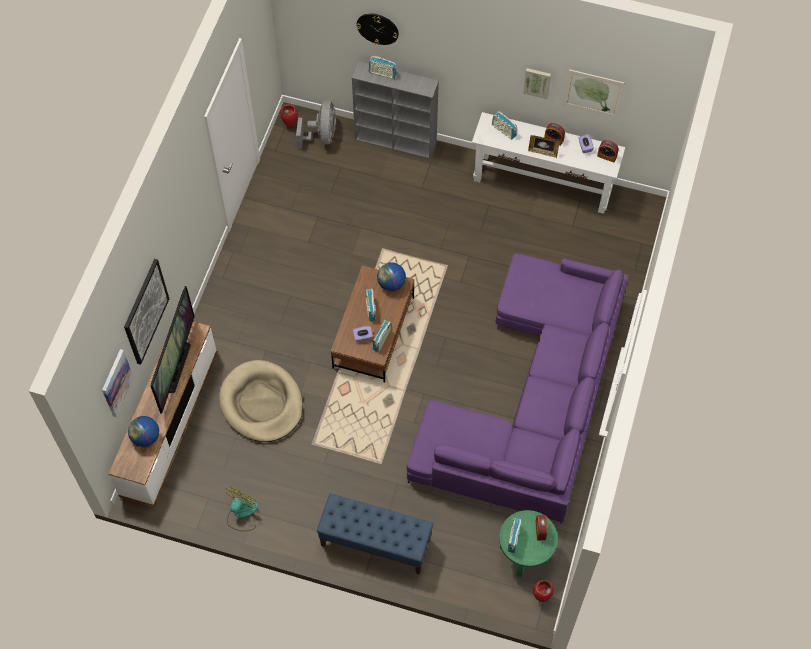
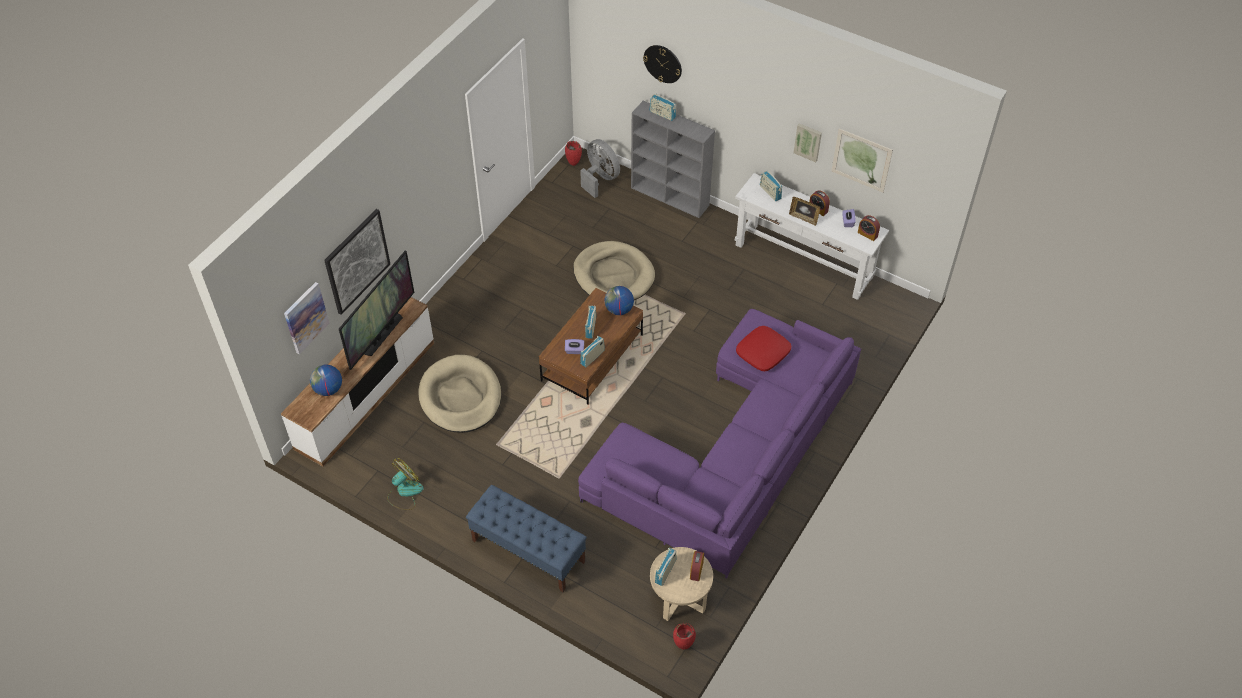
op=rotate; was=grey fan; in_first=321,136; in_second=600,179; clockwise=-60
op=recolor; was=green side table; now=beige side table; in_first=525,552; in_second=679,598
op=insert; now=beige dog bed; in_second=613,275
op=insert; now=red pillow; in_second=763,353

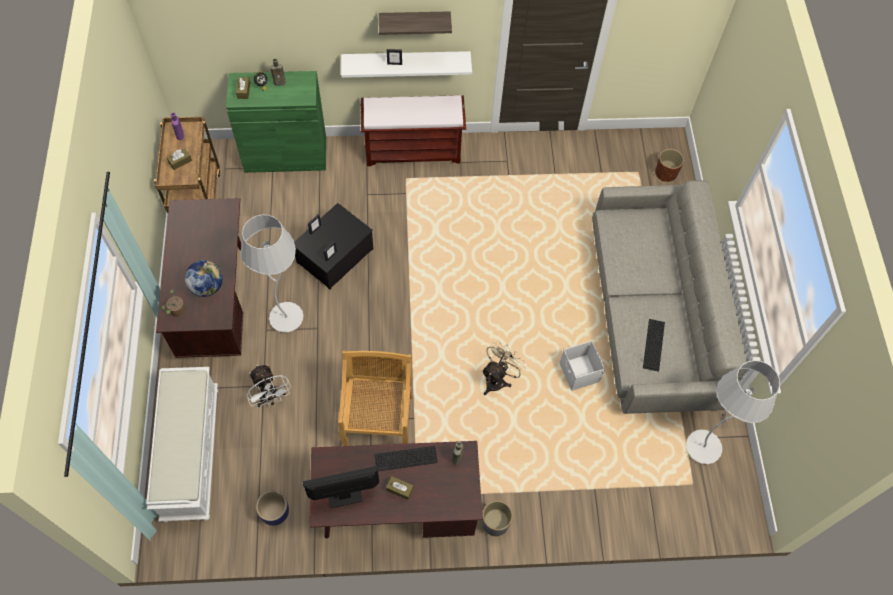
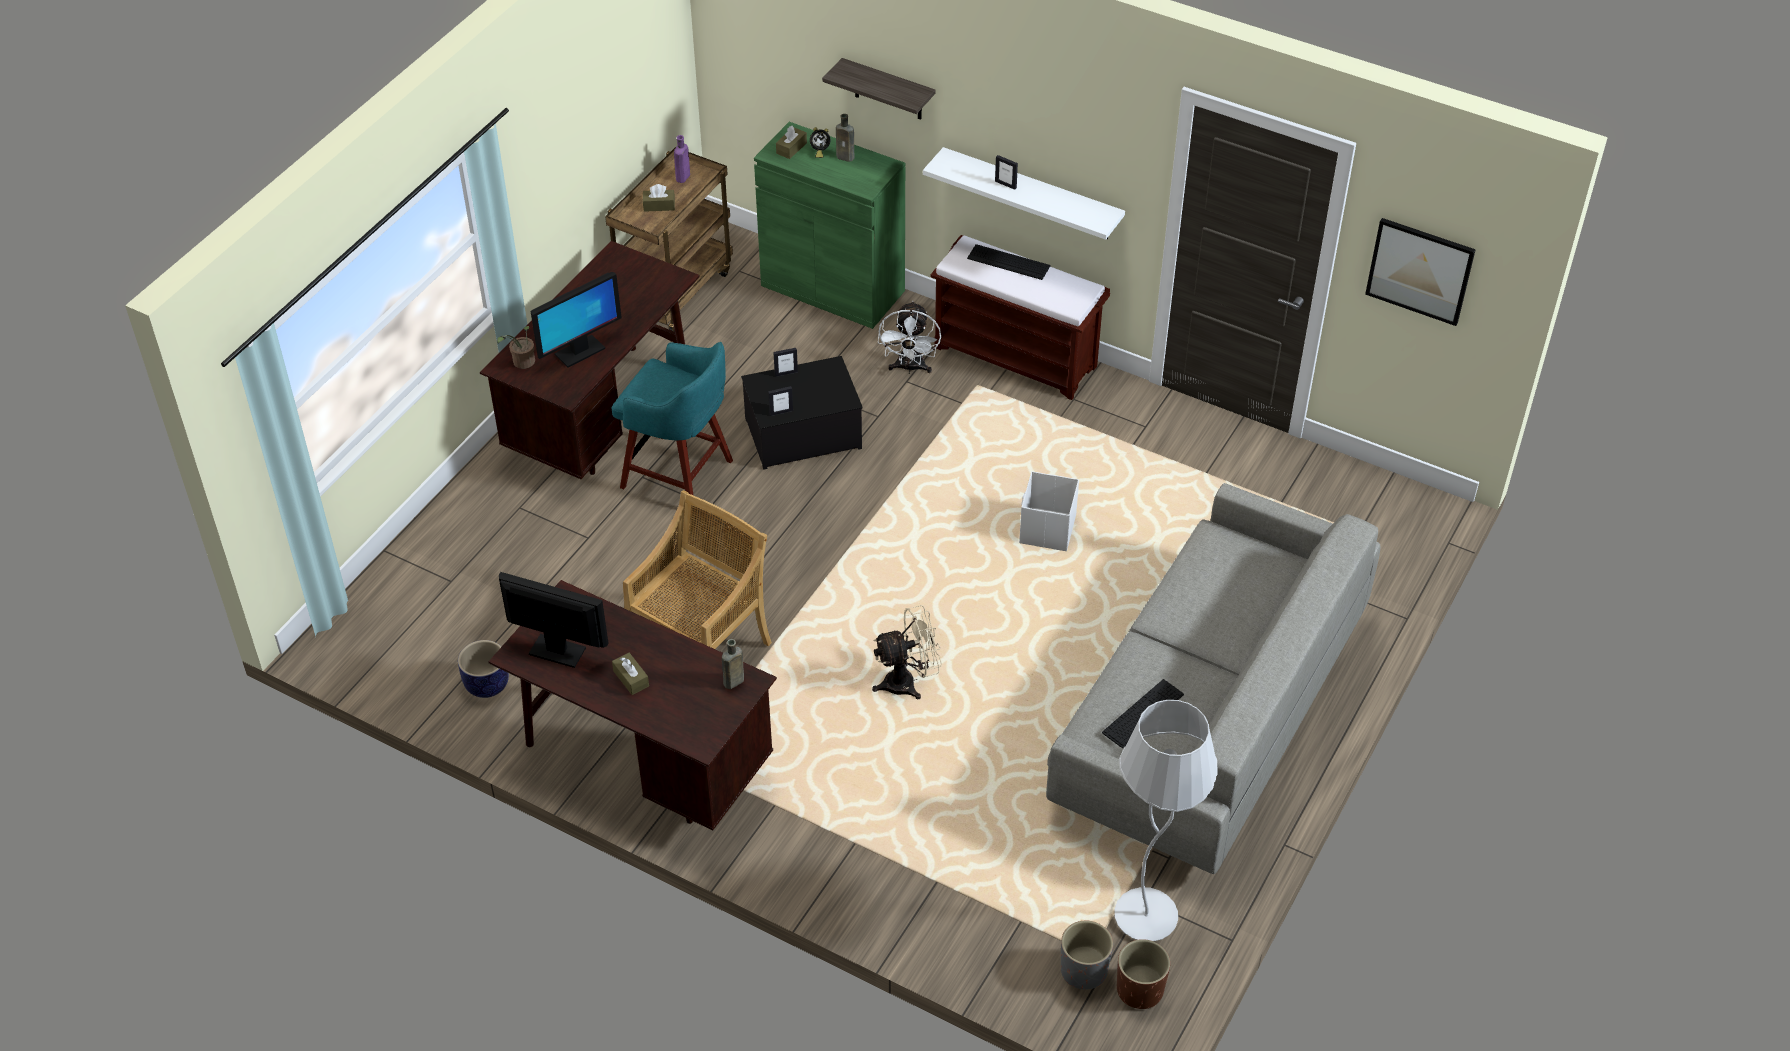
op=delete; was=white bench; in_first=190,452
op=replace; was=globe; now=monitor; in_first=207,286; in_second=579,352
op=replace; was=white floor lamp; now=turquoise stool; in_first=286,318; in_second=680,475
op=move; was=white fan; in_first=271,398; in_second=910,368
op=move; was=keyboard; in_first=406,458; in_second=1008,262
op=move; was=shelf; in_first=414,22; in_second=888,90
op=move; was=grey planter; in_first=495,523; in_second=1083,971
op=move; was=white storage box; in_first=579,373; in_second=1047,530
op=move; was=brown planter; in_first=666,173; in_second=1140,990
op=insert; now=picture; in_second=1420,270

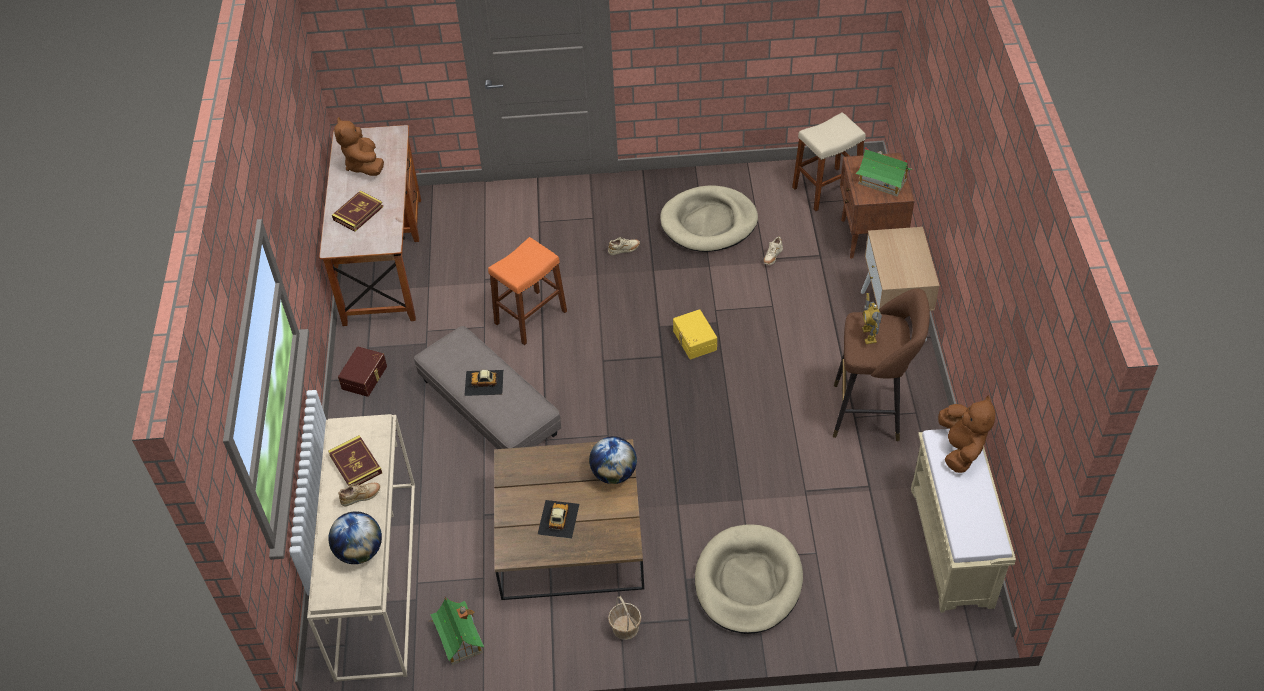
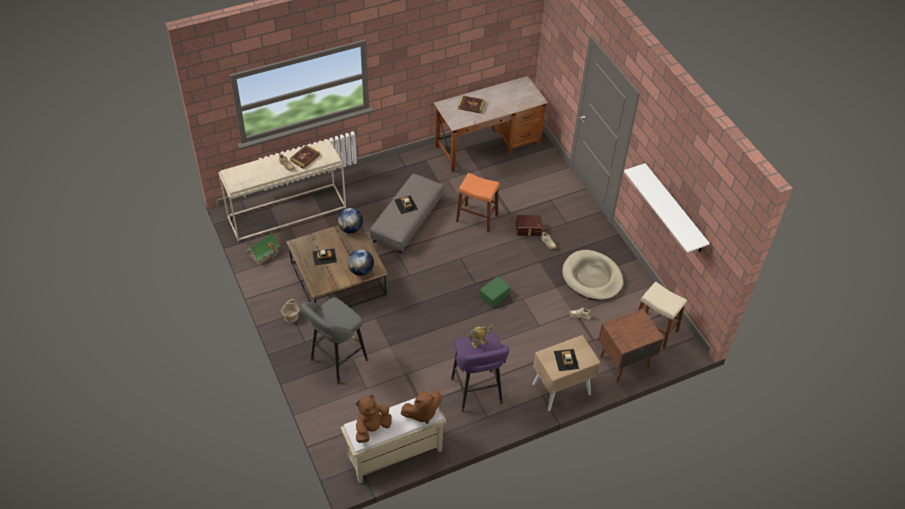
op=move; was=globe; in_first=359,551; in_second=350,229
op=move; was=brown plush toy; in_first=364,165; in_second=372,428
op=move; was=brown storage box; in_first=365,377; in_second=528,229
op=recolor; was=yellow storage box; now=green storage box; in_first=694,340; in_second=494,295
op=replace; was=beige dog bed; now=grey stool; in_first=748,582; in_second=336,362
op=recolor; was=brown stool; now=purple stool; in_first=871,413; in_second=477,394
op=delete; was=toy house; in_first=882,181
op=insert; now=toy car; in_second=566,360
op=insert; now=white shelf; in_second=674,209

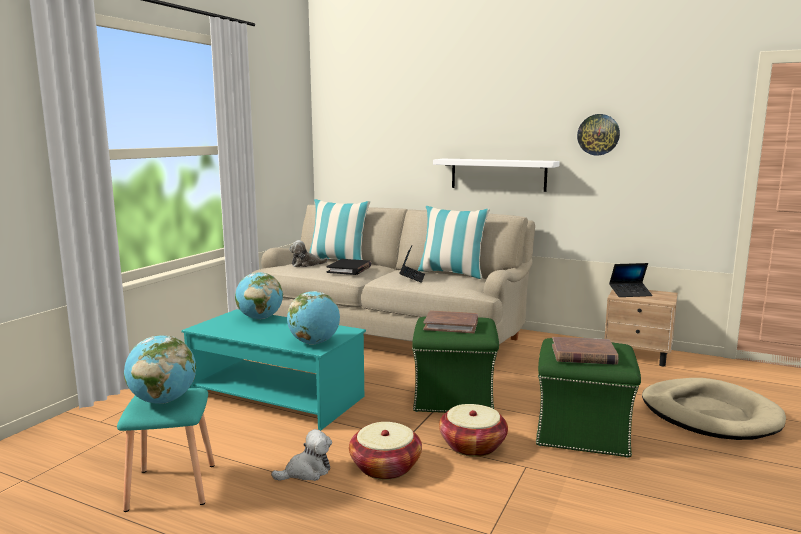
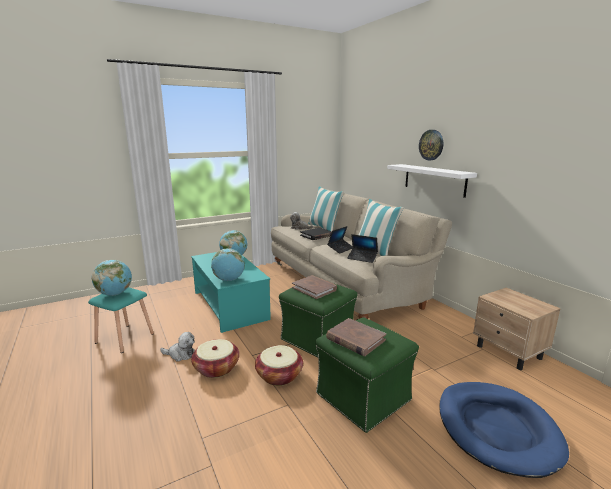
op=move; was=wall clock; in_first=598,134; in_second=431,145
op=move; was=laptop; in_first=630,293; in_second=362,258
op=recolor; was=beige dog bed; now=blue dog bed; in_first=709,414; in_second=496,429

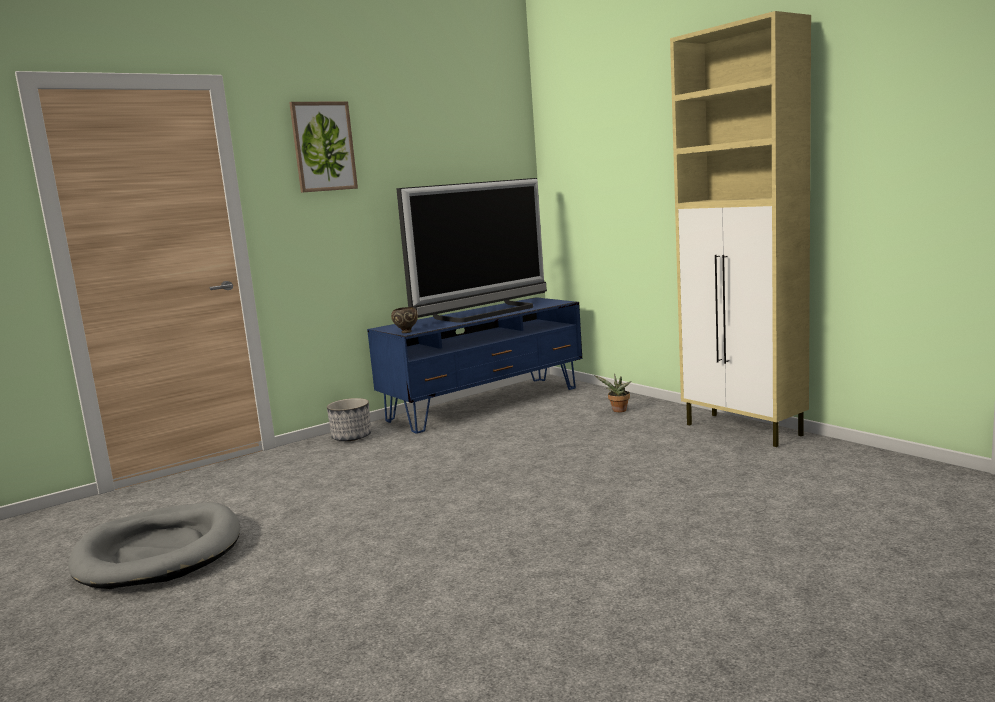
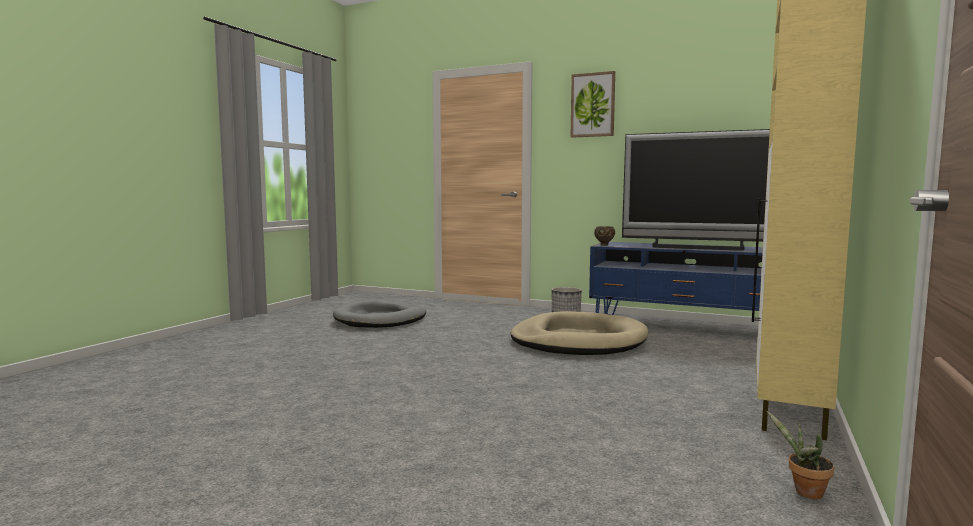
op=move; was=potted plant; in_first=618,411; in_second=804,492
op=insert; now=beige dog bed; in_second=578,341

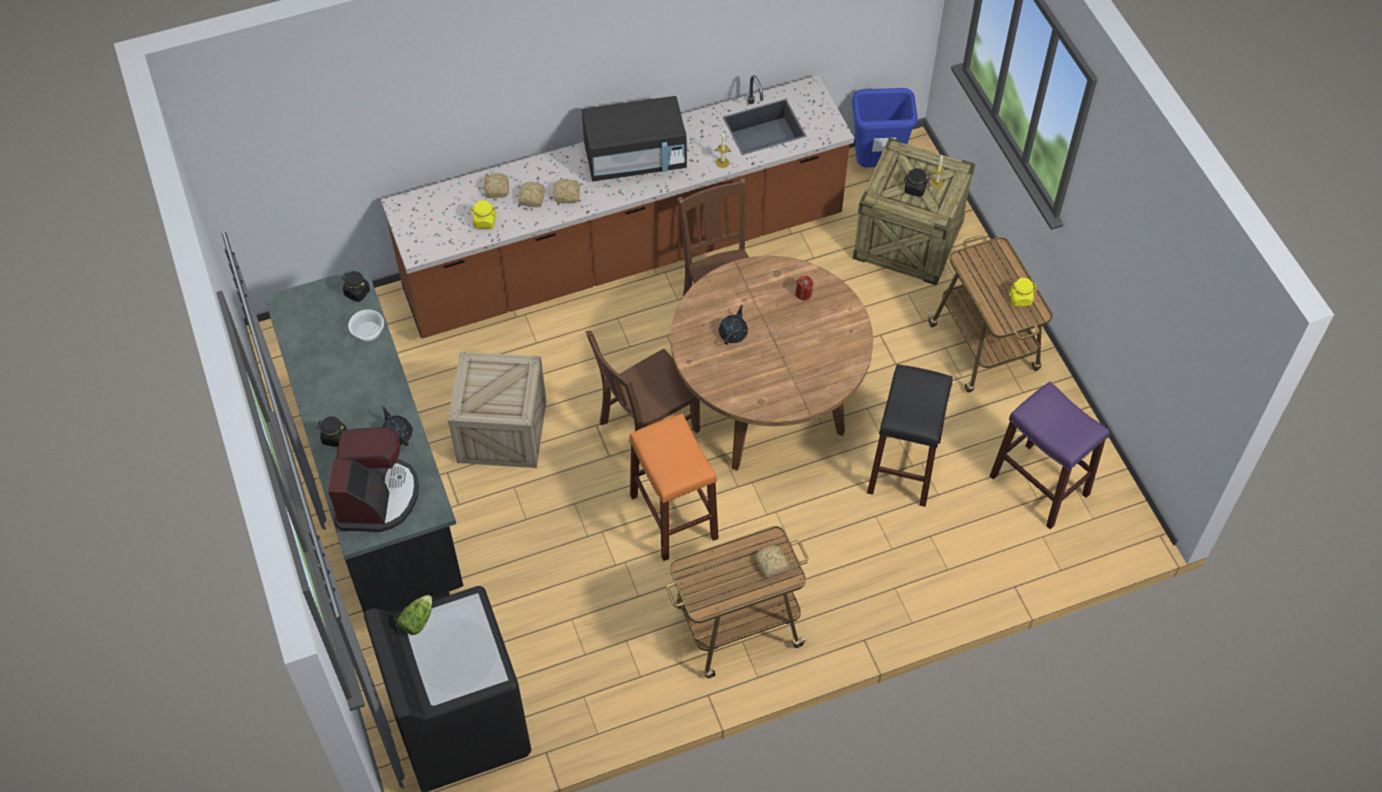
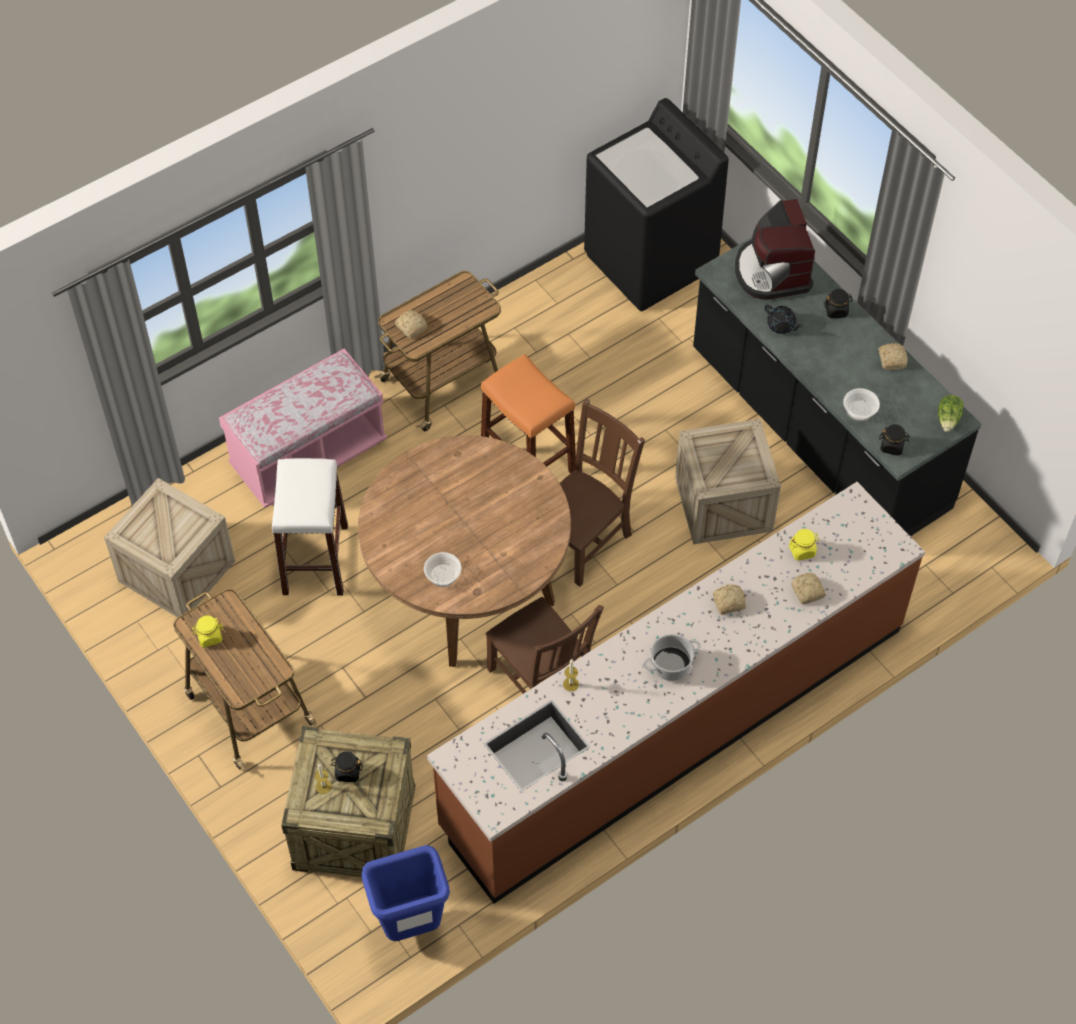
op=move; was=lettuce; in_first=417,620; in_second=948,419
op=move; was=bread; in_first=531,199; in_second=892,359
op=replace; was=black microwave; now=cooking pot; in_first=635,159; in_second=670,665
op=delete; was=black teapot; in_first=733,333
op=replace; was=red candle; now=bowl; in_first=803,293; in_second=442,575
op=recolor; was=black stool; now=white stool; in_first=904,466; in_second=315,559
op=replace; was=purple stool; now=crate; in_first=1039,485; in_second=177,571
op=insert; now=pink bench; in_second=308,455

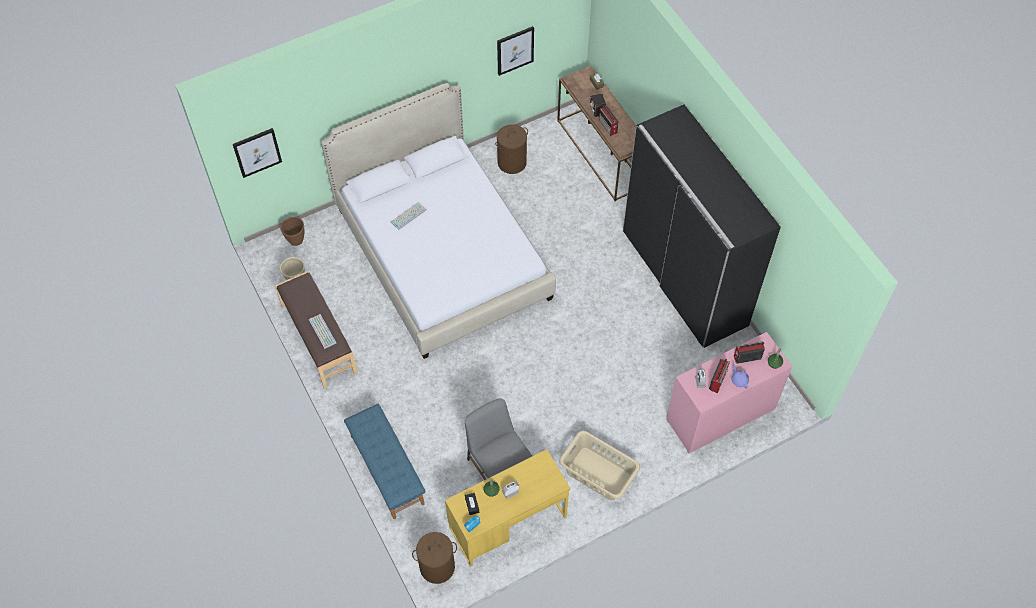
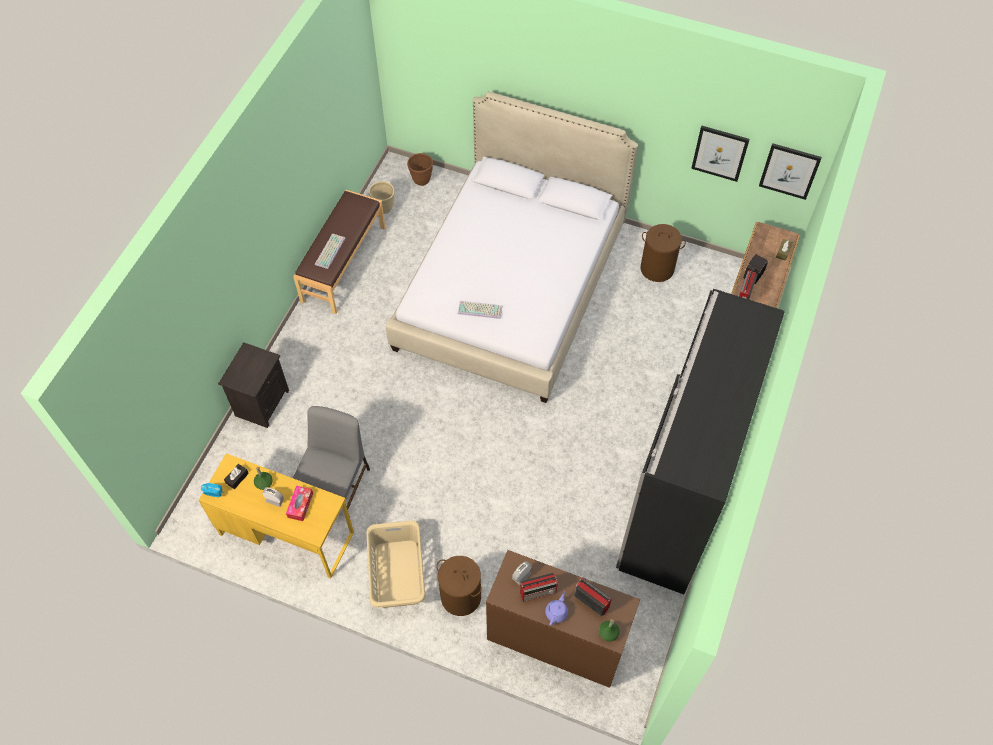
op=move; was=picture; in_first=257,152; in_second=789,170
op=replace; was=blue bench; now=black nightstand; in_first=386,469; in_second=261,402
op=move; was=keyboard; in_first=408,215; in_second=480,309
op=move; was=brown laundry basket; in_first=437,567; in_second=460,596
op=recolor; was=pink dresser; now=brown dresser; in_first=720,415; in_second=556,639
op=insert; now=tissue box; in_second=300,505

